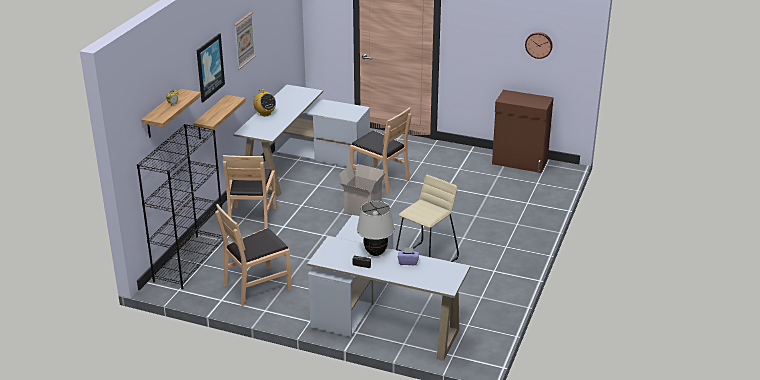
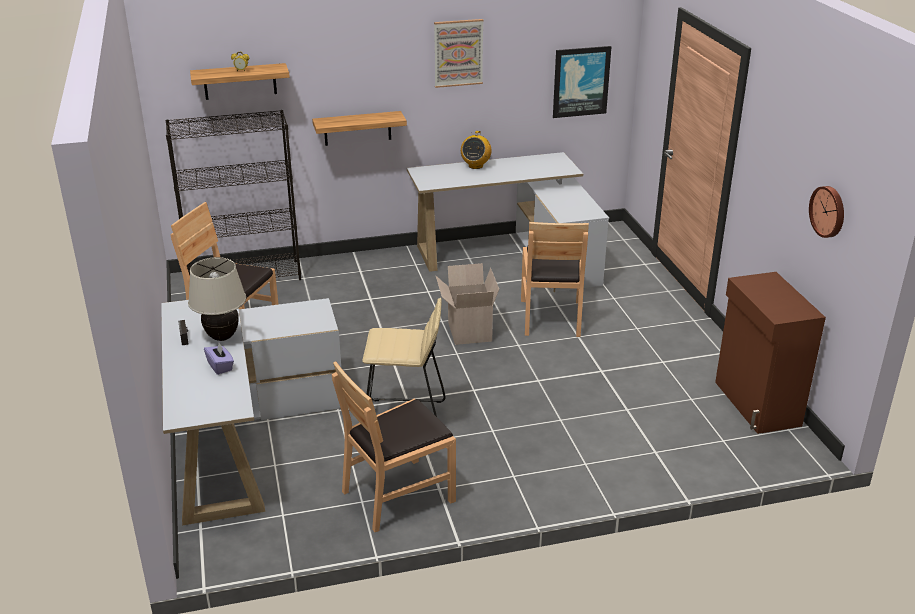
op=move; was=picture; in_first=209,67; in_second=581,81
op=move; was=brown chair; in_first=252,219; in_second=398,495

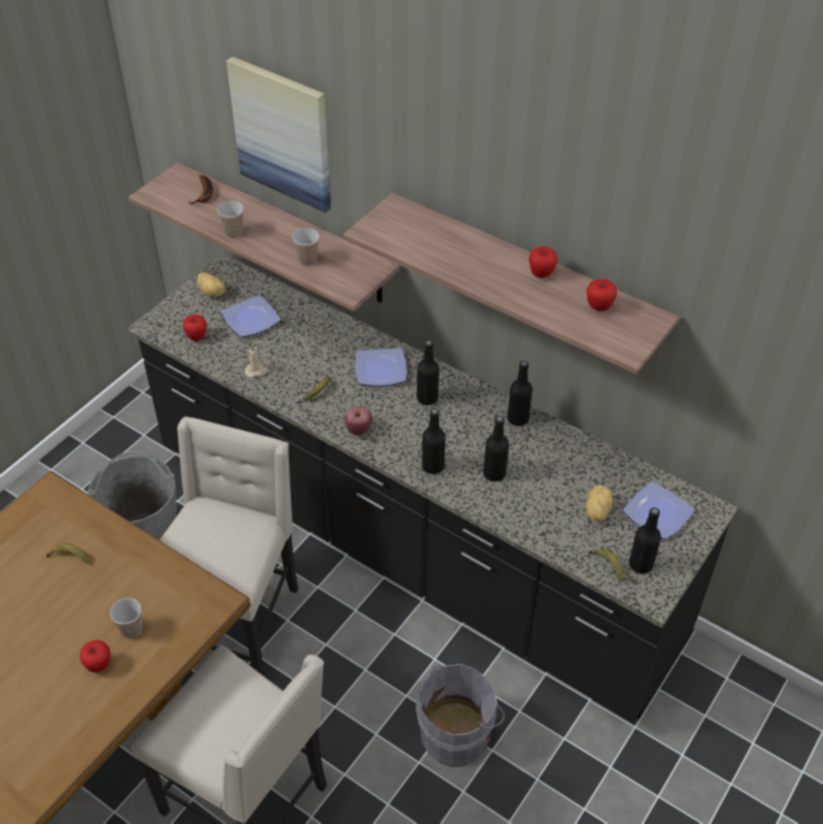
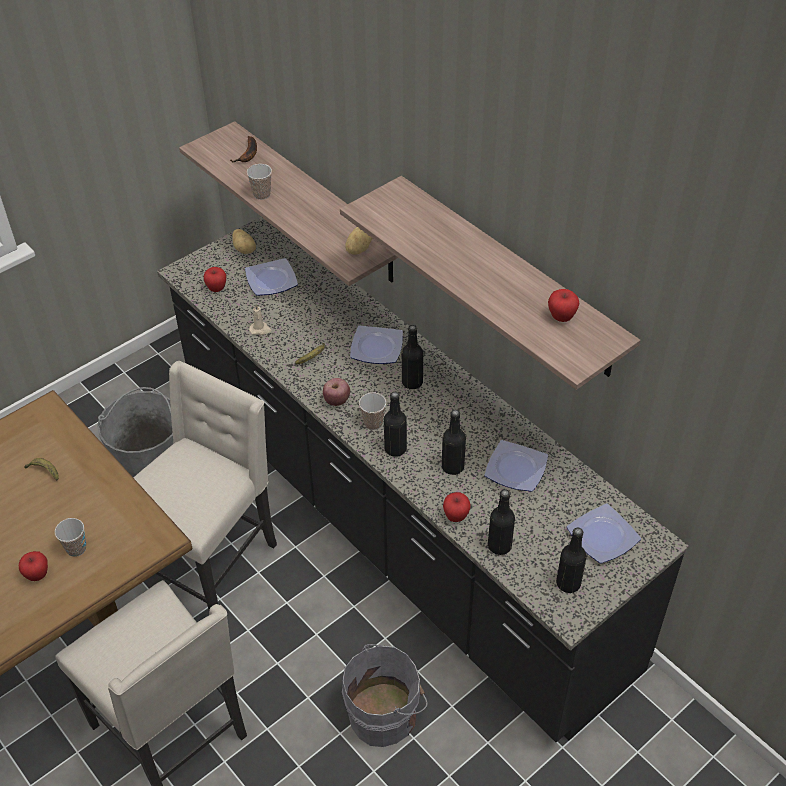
op=delete; was=picture; in_first=283,134
op=move; was=cup; in_first=307,260; in_second=373,423
op=move; was=black bottle; in_first=518,419; in_second=499,546
op=move; was=apple; in_first=541,274; in_second=456,516
op=move; was=potato; in_first=596,511; in_second=358,248
op=delete; was=banana; in_first=607,566
op=insert; now=plate; in_second=515,468

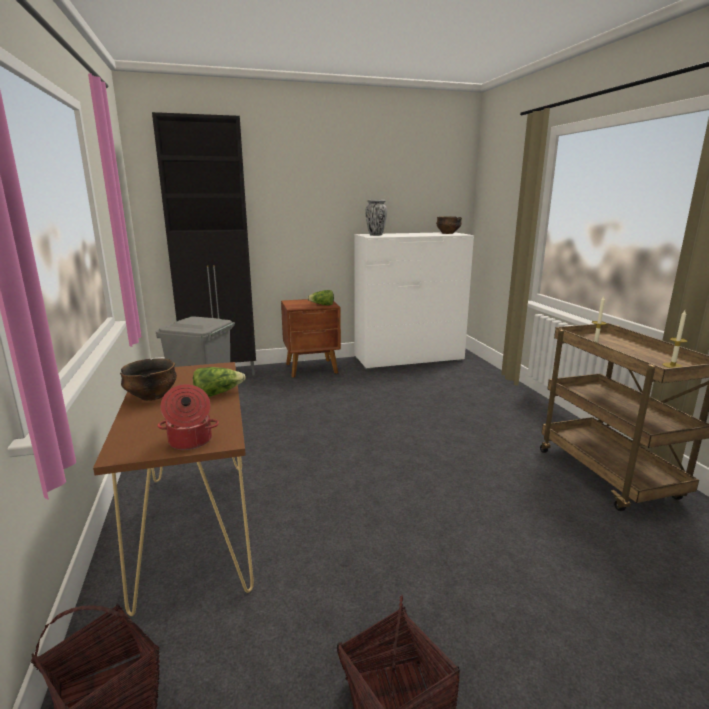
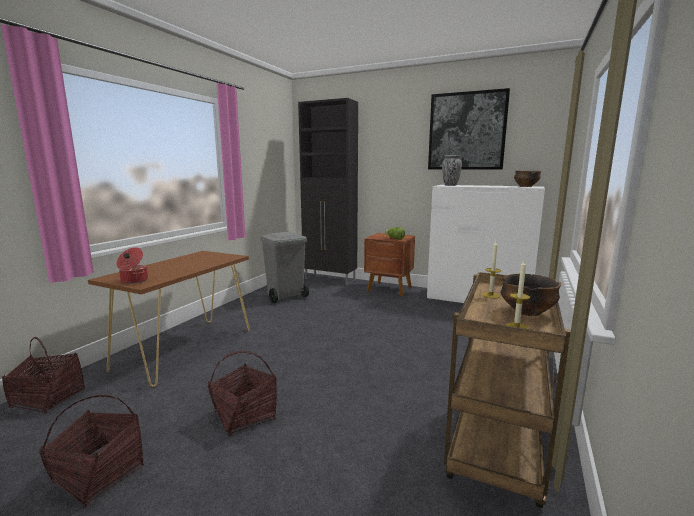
op=move; was=bowl; in_first=152,397; in_second=527,312
op=delete; was=lettuce; in_first=217,393
op=insert; now=basket; in_second=245,416
op=insert; now=picture; in_second=466,131

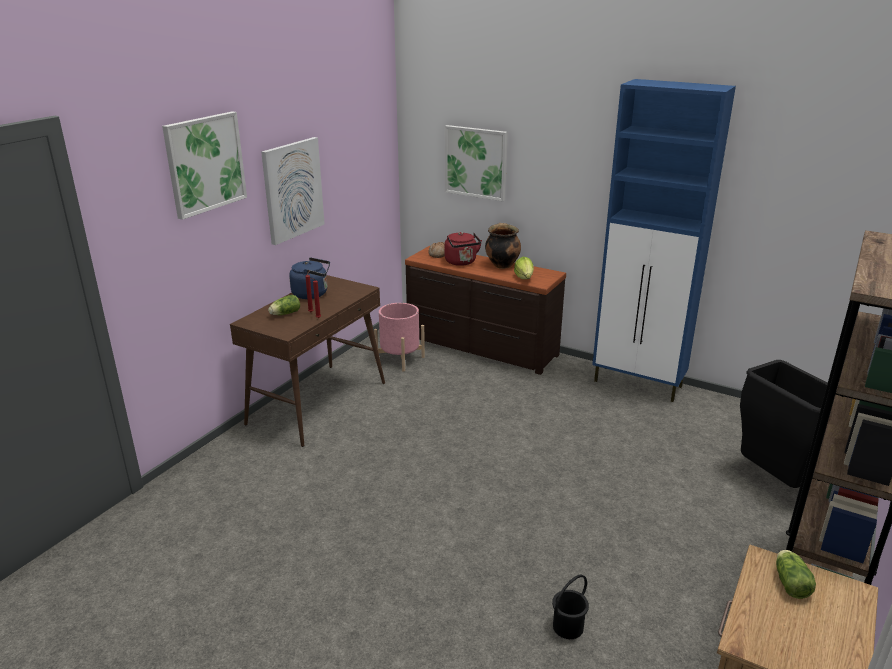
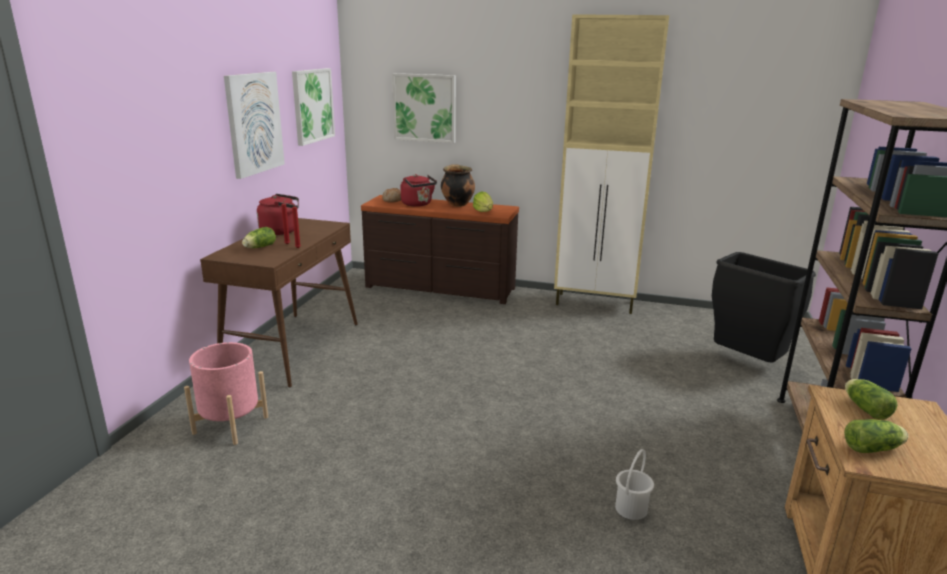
op=move; was=picture; in_first=205,163; in_second=312,105
op=recolor; was=blue kettle; now=red kettle; in_first=312,294; in_second=282,231
op=move; was=pink planter; in_first=400,359; in_second=231,425
op=recolor; was=black bucket; now=white bucket; in_first=568,627; in_second=631,509
op=recolor; was=blue cabinet; now=beige cabinet; in_first=639,384; in_second=595,303
op=insert; now=lettuce; in_second=874,448

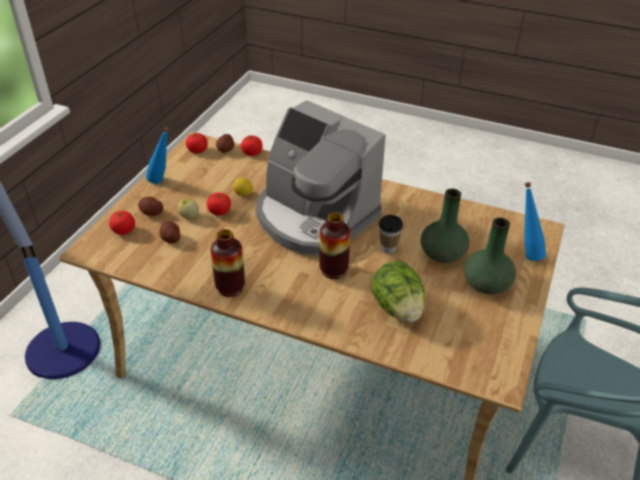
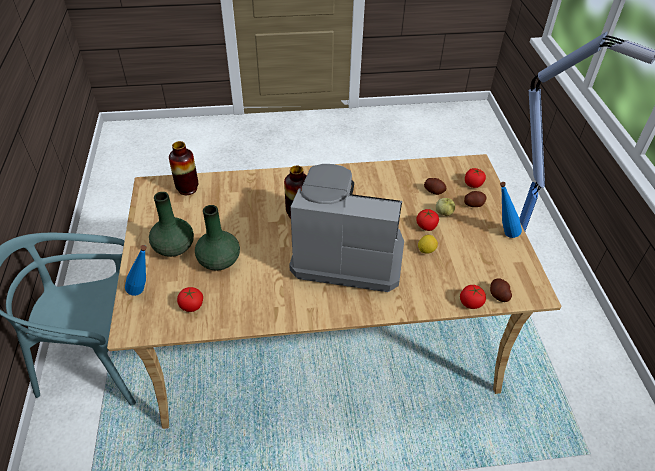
op=move; was=tomato; in_first=197,150; in_second=191,306
op=move; was=vase; in_first=230,288; in_second=187,189
op=delete; was=lettuce; in_first=397,308
op=delete; was=cup; in_first=388,249

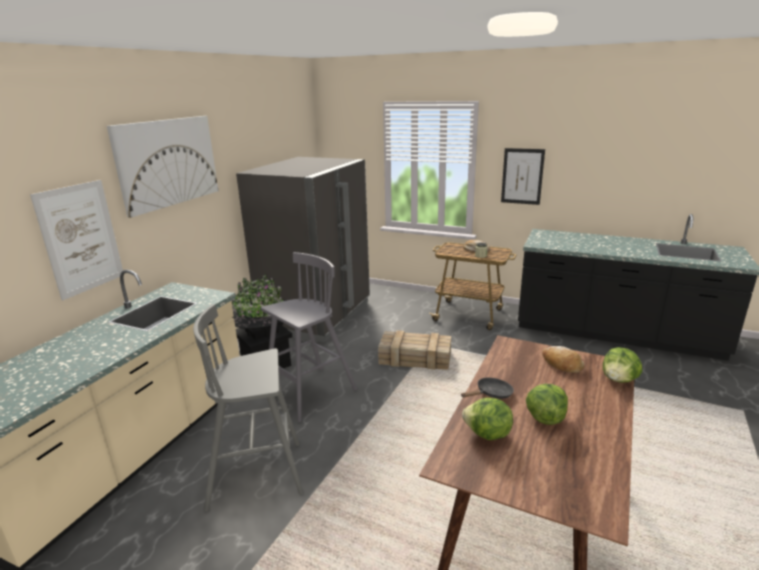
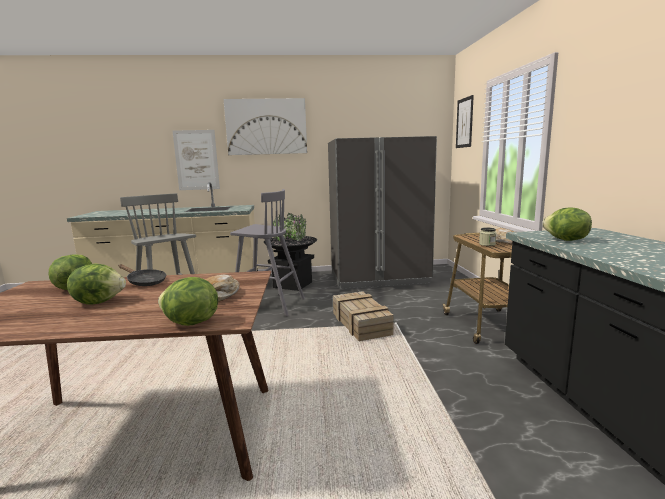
op=move; was=picture; in_first=522,176; in_second=464,123
op=insert; now=lettuce; in_second=565,240

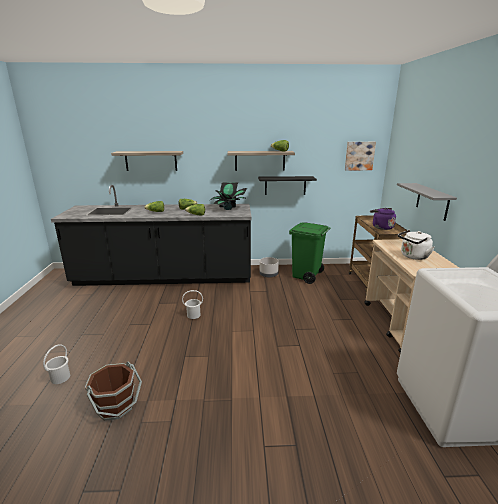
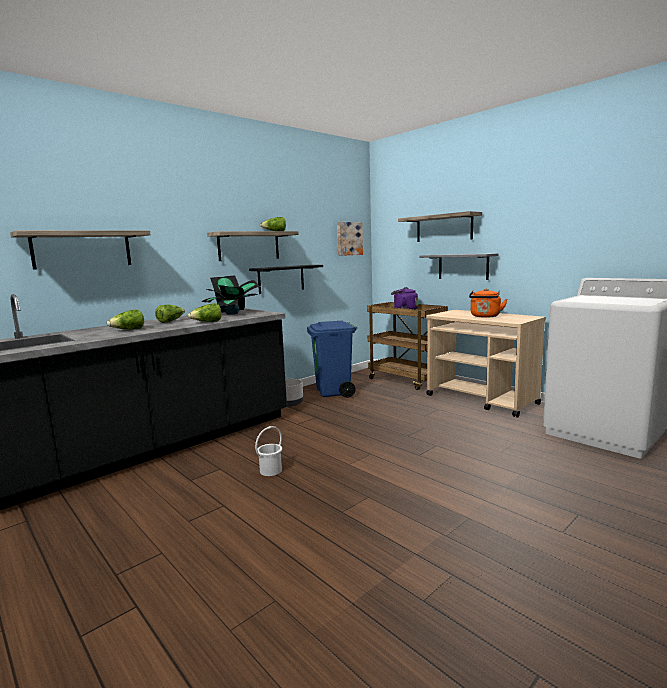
op=delete; was=white bucket; in_first=60,377
op=delete; was=brown bucket; in_first=116,406
op=recolor; was=green trash can; now=blue trash can; in_first=306,276; in_second=334,392
op=recolor; was=white kettle; now=orange kettle; in_first=413,256; in_second=485,316
op=insert; now=shelf; in_second=444,228

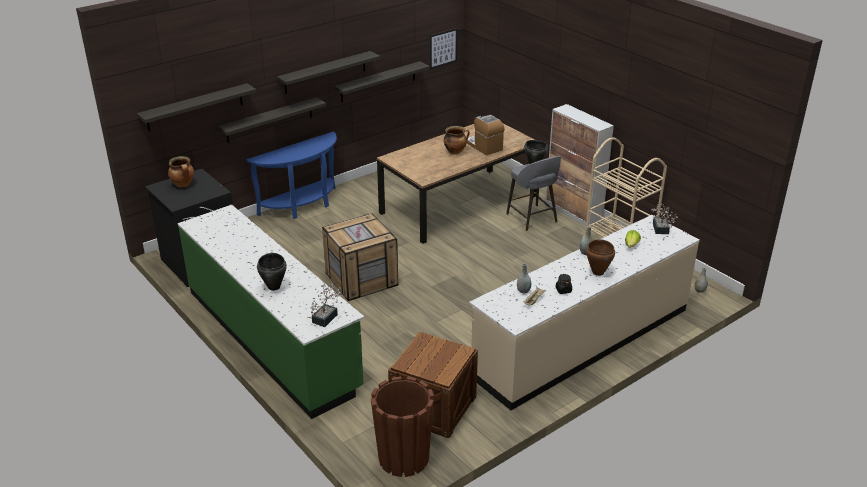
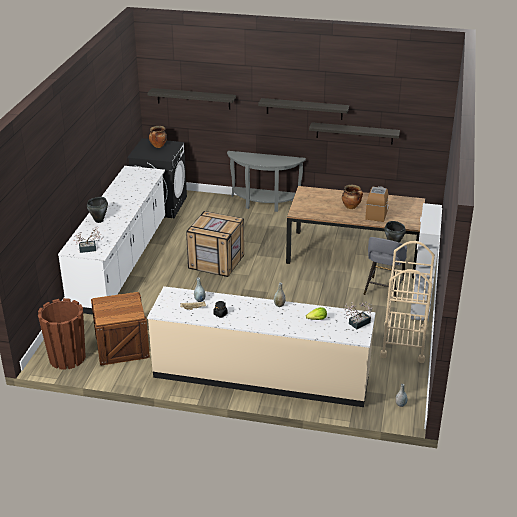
op=recolor; was=green counter; now=white counter; in_first=272,338; in_second=121,263
op=delete; was=shelf; in_first=269,120
op=recolor; was=blue console table; now=grey console table; in_first=302,206; in_second=264,203
op=delete; was=picture; in_first=443,48
op=delete; was=brown cooking pot; in_first=597,272

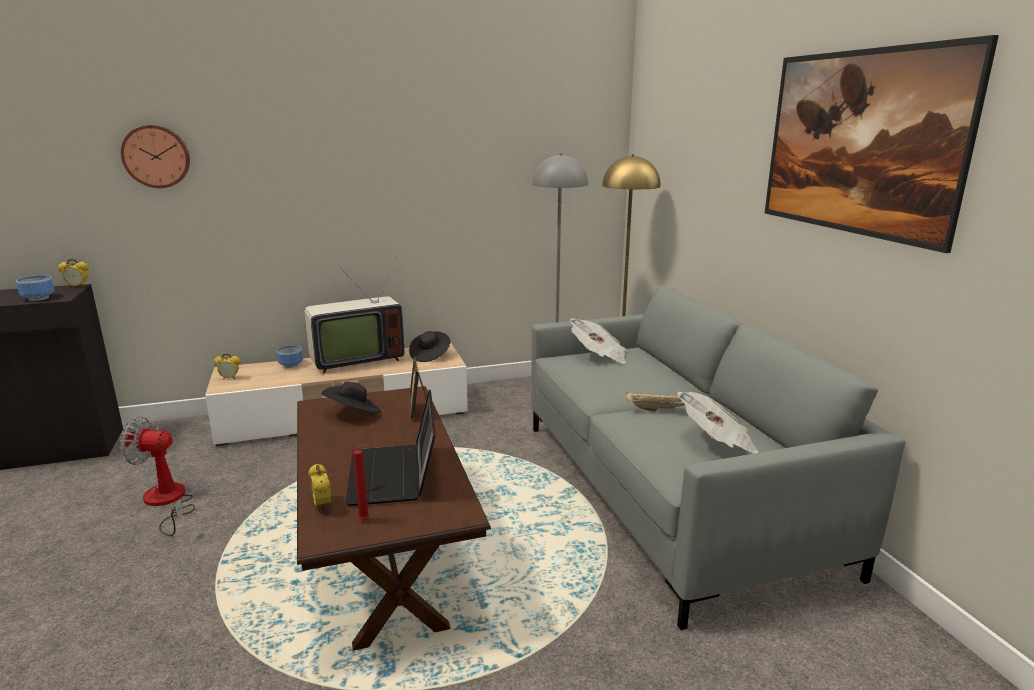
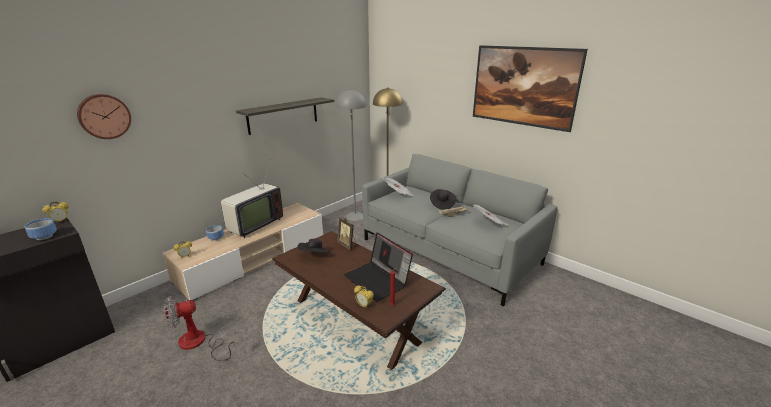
op=move; was=black hat; in_first=430,355; in_second=442,204
op=insert; now=shelf; in_second=283,115

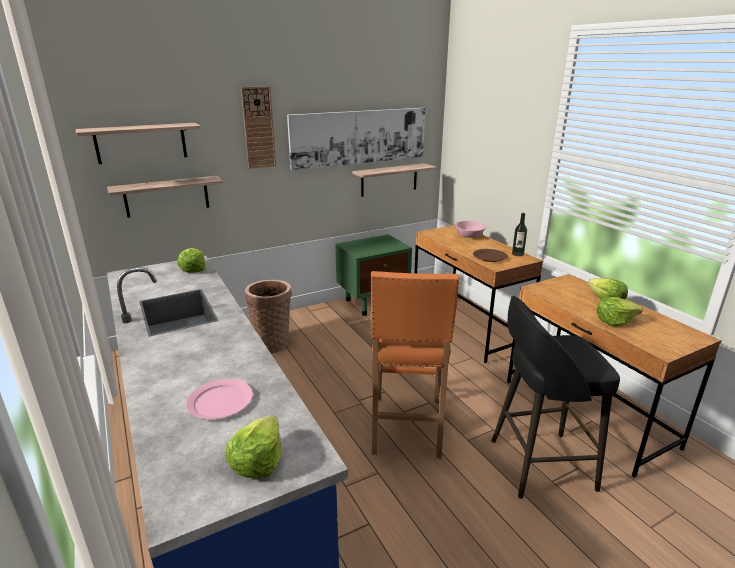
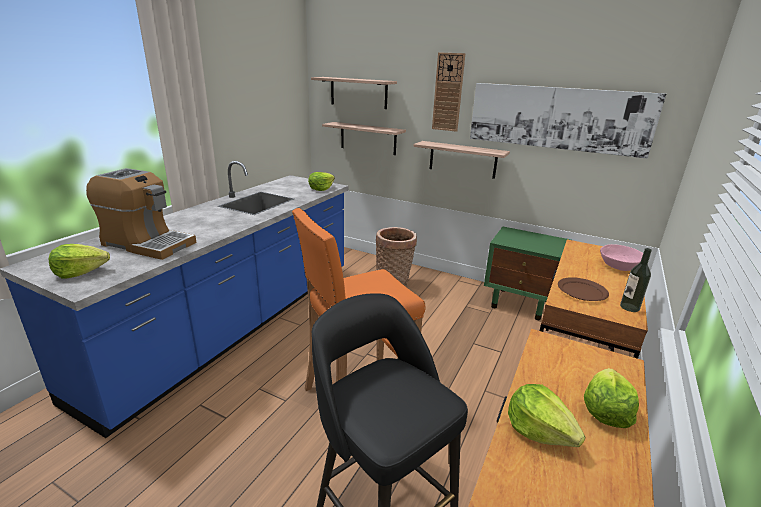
op=replace; was=pink plate; now=coffee machine; in_first=220,401; in_second=148,244
op=move; was=shelf; in_first=389,180; in_second=462,159

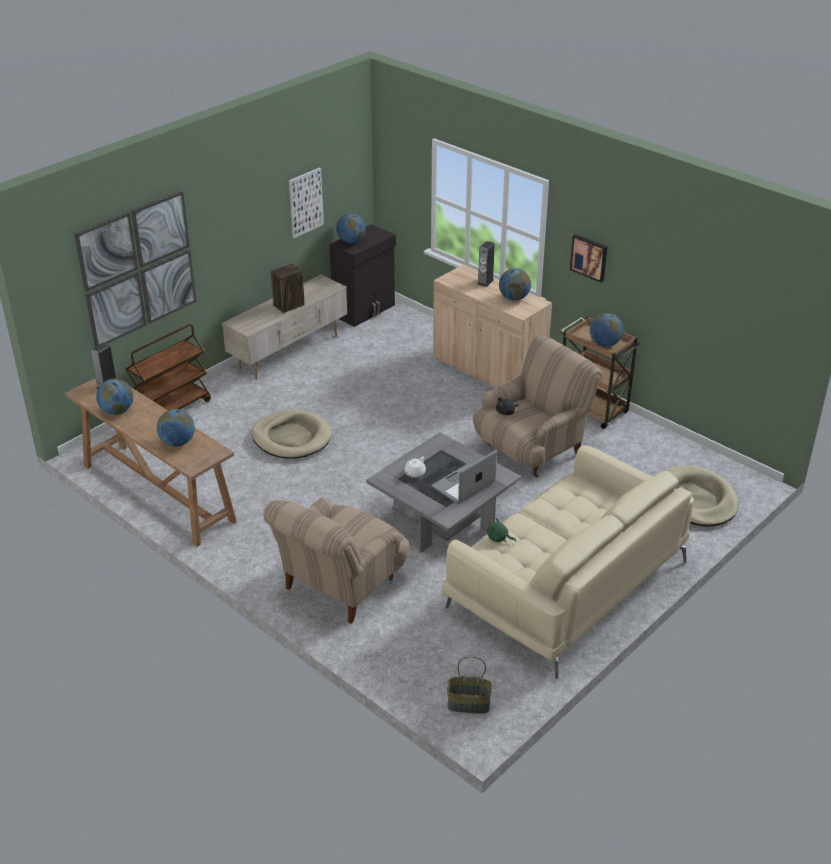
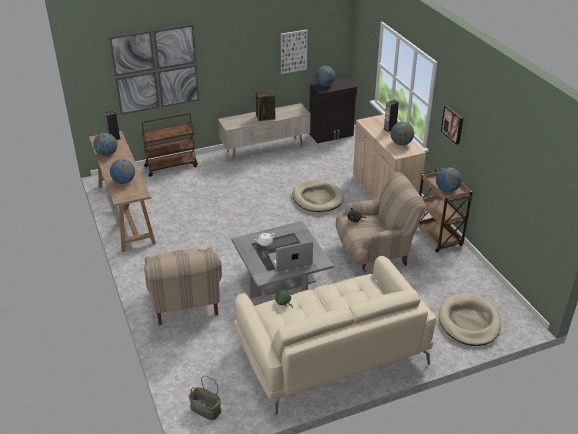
op=move; was=beige dog bed; in_first=291,437; in_second=317,198
op=rotate; was=beige armchair; in_first=340,586; in_second=185,303; clockwise=-75

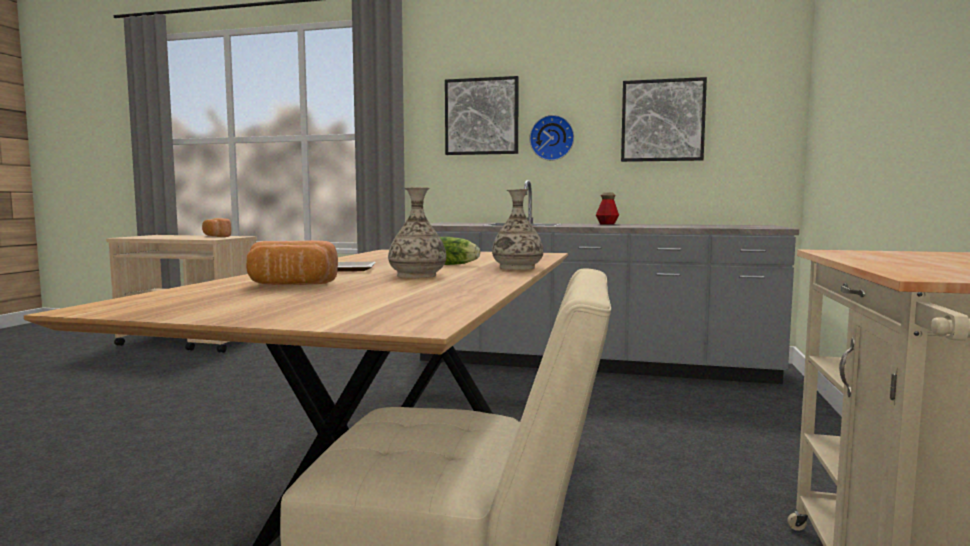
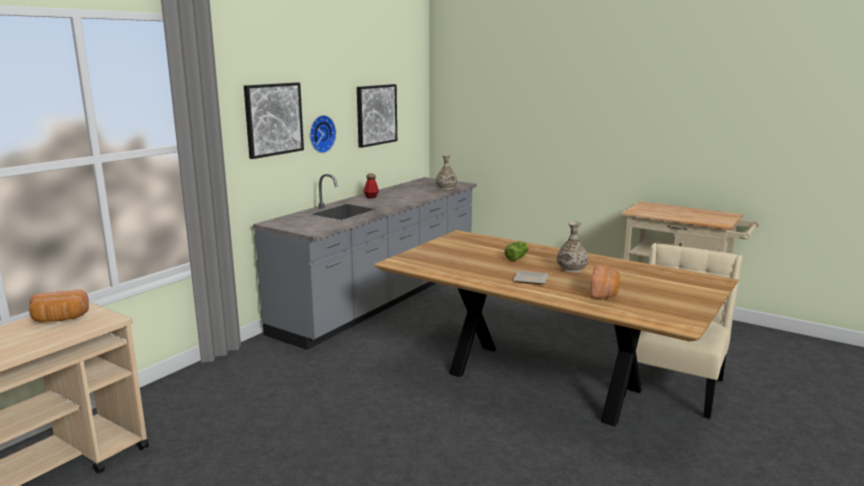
op=move; was=vase; in_first=517,268; in_second=446,188

